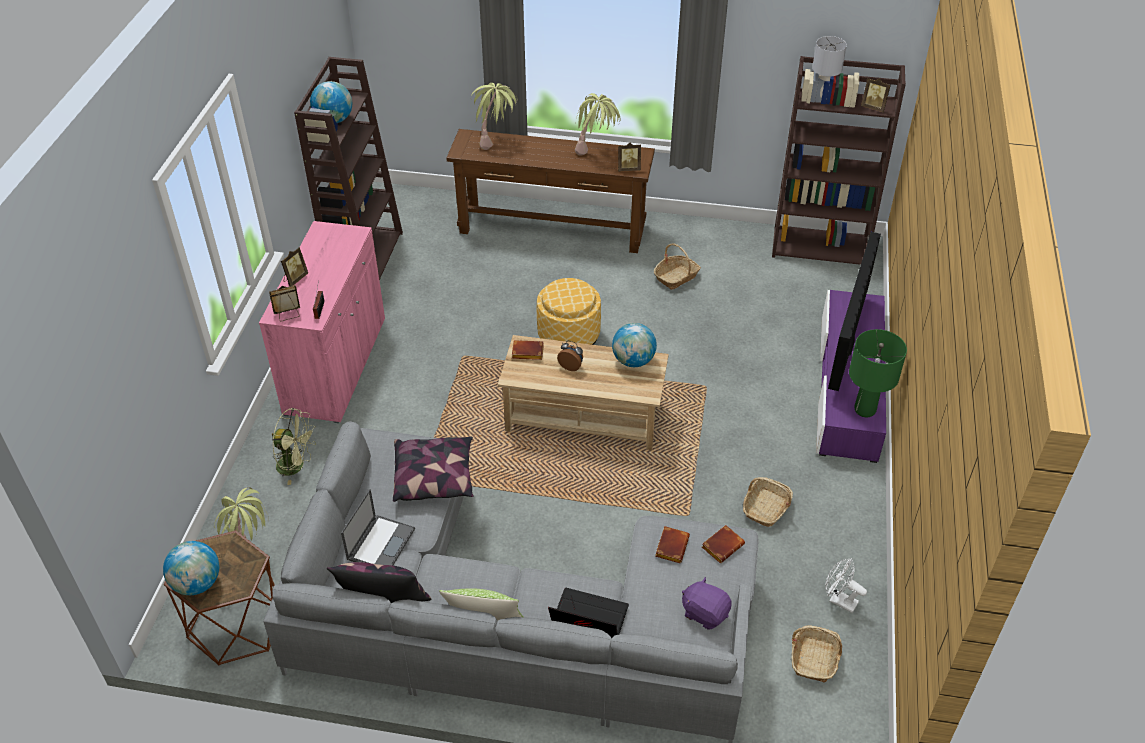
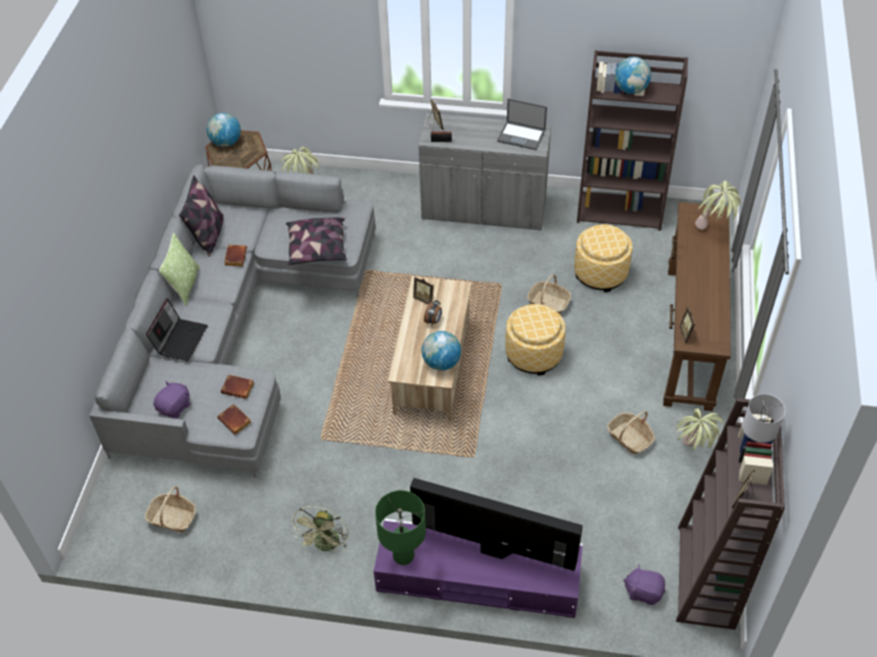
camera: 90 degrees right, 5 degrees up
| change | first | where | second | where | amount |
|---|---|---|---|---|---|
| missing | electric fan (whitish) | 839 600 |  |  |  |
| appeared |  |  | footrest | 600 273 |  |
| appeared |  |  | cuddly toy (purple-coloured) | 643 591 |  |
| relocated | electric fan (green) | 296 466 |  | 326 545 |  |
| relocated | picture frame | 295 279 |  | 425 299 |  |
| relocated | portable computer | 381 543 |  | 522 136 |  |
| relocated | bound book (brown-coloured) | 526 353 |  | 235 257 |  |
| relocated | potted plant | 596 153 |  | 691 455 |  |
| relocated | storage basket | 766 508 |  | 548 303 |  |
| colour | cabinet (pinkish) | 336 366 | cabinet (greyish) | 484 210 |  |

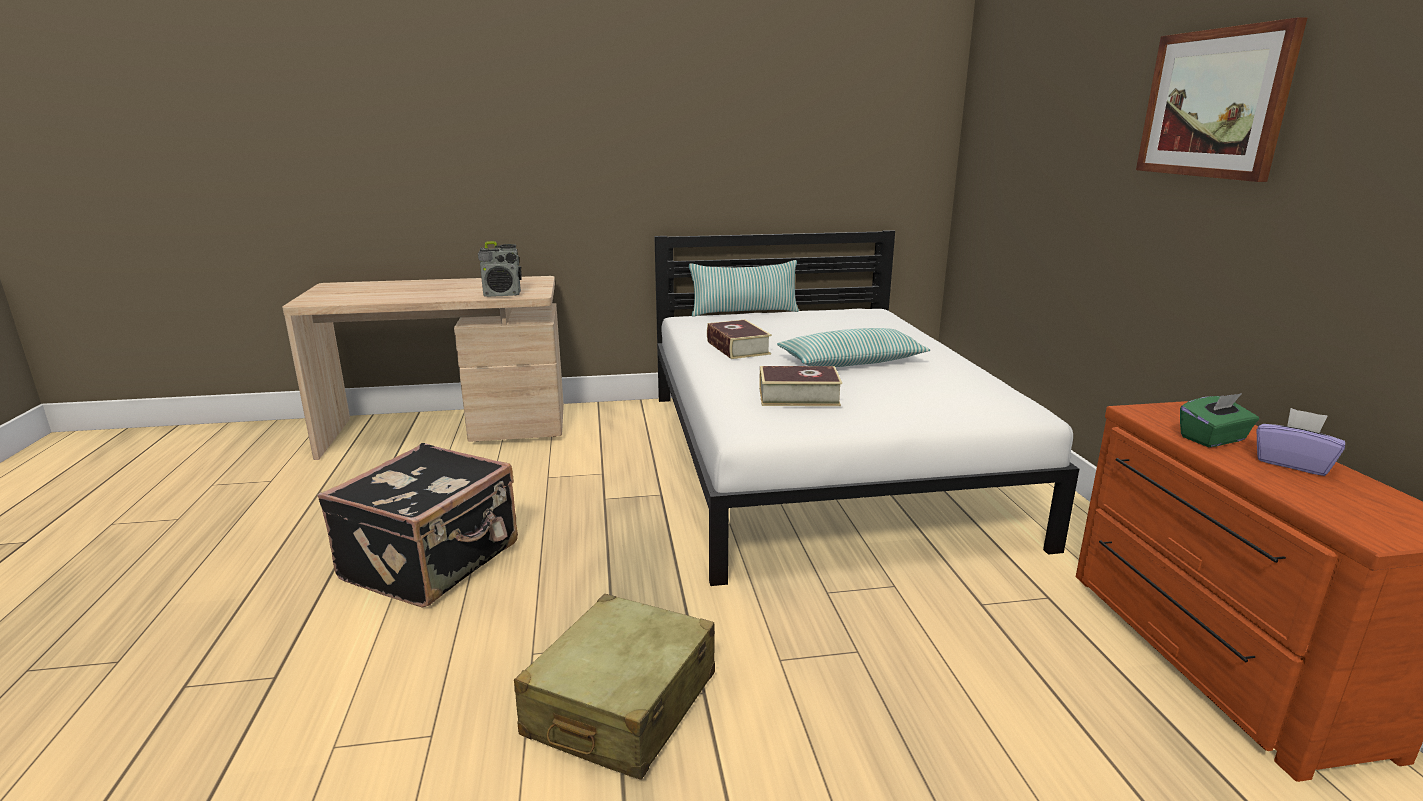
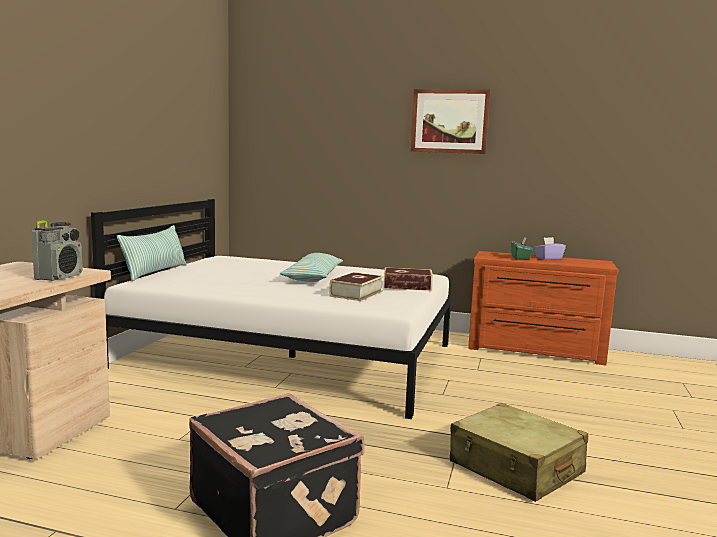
camera: 65 degrees left, 10 degrees down
| change | first | where | second | where | amount |
|---|---|---|---|---|---|
| relocated | bound book | 738 348 |  | 407 286 |  |

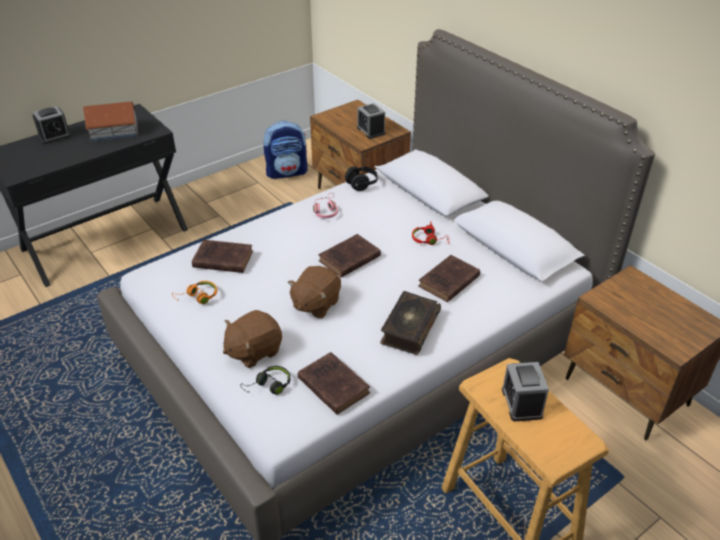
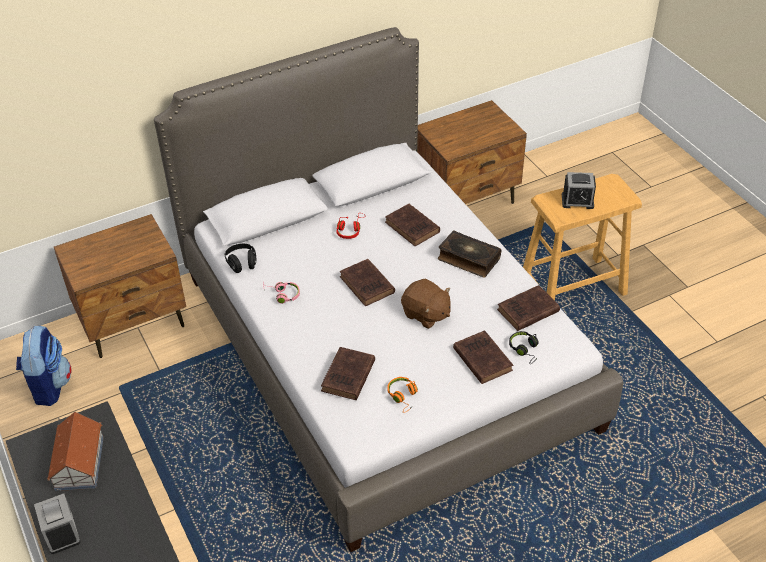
camera: 80 degrees left, 5 degrees up
| change | first | where | second | where | amount |
|---|---|---|---|---|---|
| missing | bedside clock | 371 131 |  |  |  |
| exchanged | cuddly toy (brown-coloured) | 253 351 | bound book (brown-coloured) | 481 358 |  |

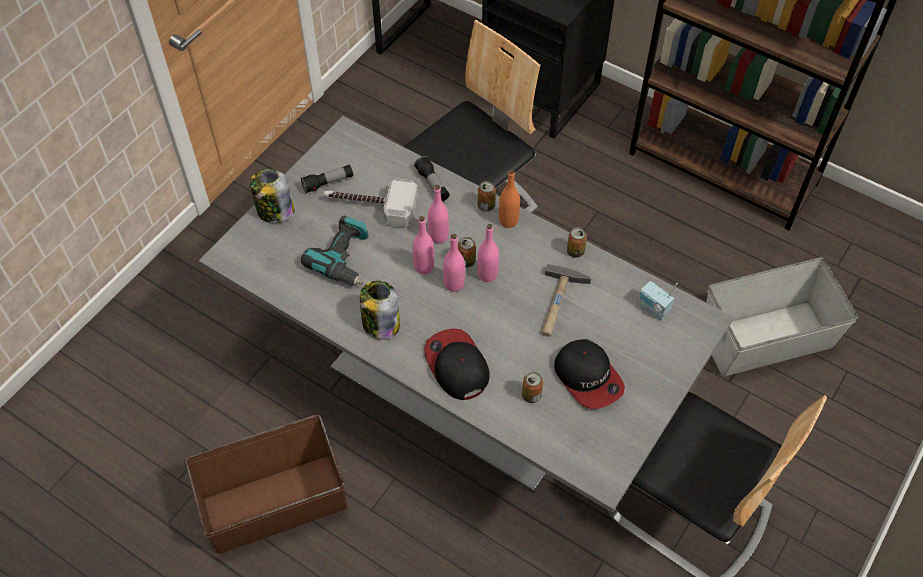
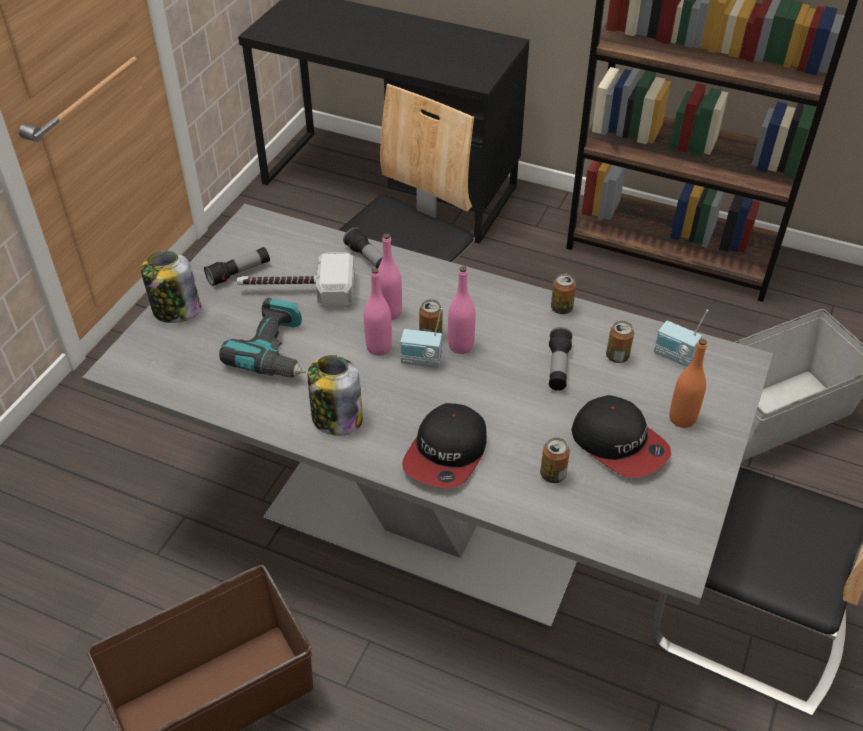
camera: 10 degrees left, 10 degrees down
| change | first | where | second | where | amount |
|---|---|---|---|---|---|
| relocated | can | 486 205 |  | 617 356 |  |
| relocated | drink bottle (orangey) | 508 221 |  | 682 418 |  |
| exchanged | drink bottle (pinkish) | 454 284 | radio | 421 361 |  |
| exchanged | hand hammer | 559 304 | torch | 558 367 |  |
| spun | cap | 456 365 |  | 447 453 | 120 degrees counterclockwise |

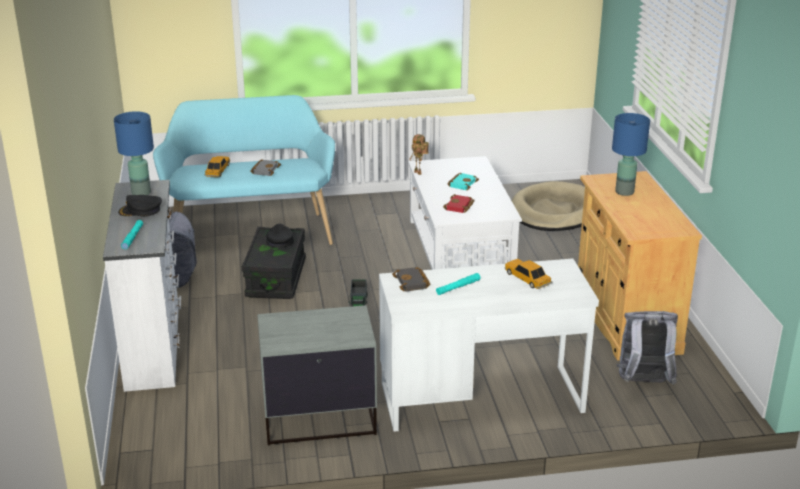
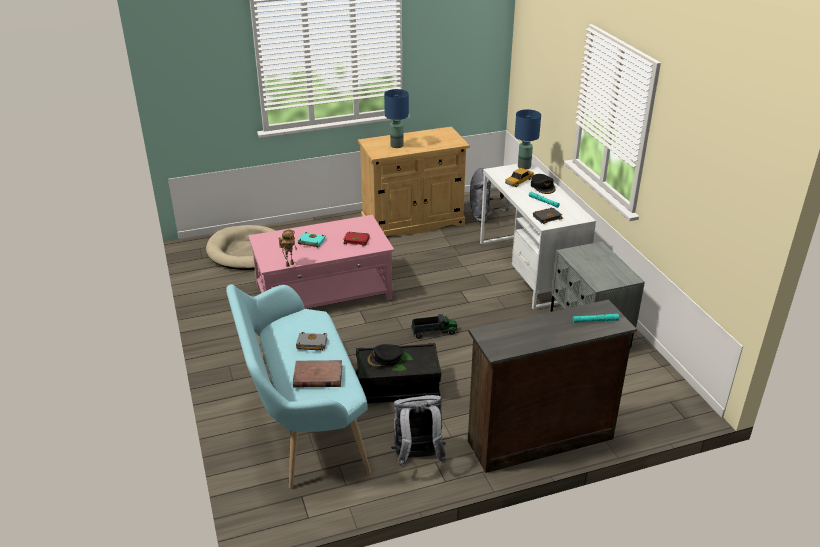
camera: 100 degrees left, 5 degrees up
| change | first | where | second | where | amount |
|---|---|---|---|---|---|
| relocated | table lamp (blue) | 141 192 |  | 524 167 |  |
| relocated | cap (black) | 140 210 |  | 543 187 |  |
| exchanged | miniature car | 218 170 | bound book (brown-coloured) | 317 376 |  |
| colour | chest of drawers (whitish) | 155 345 | chest of drawers (brown-coloured) | 538 438 |  |
| colour | low table (whitish) | 460 250 | low table (pinkish) | 324 292 |  |

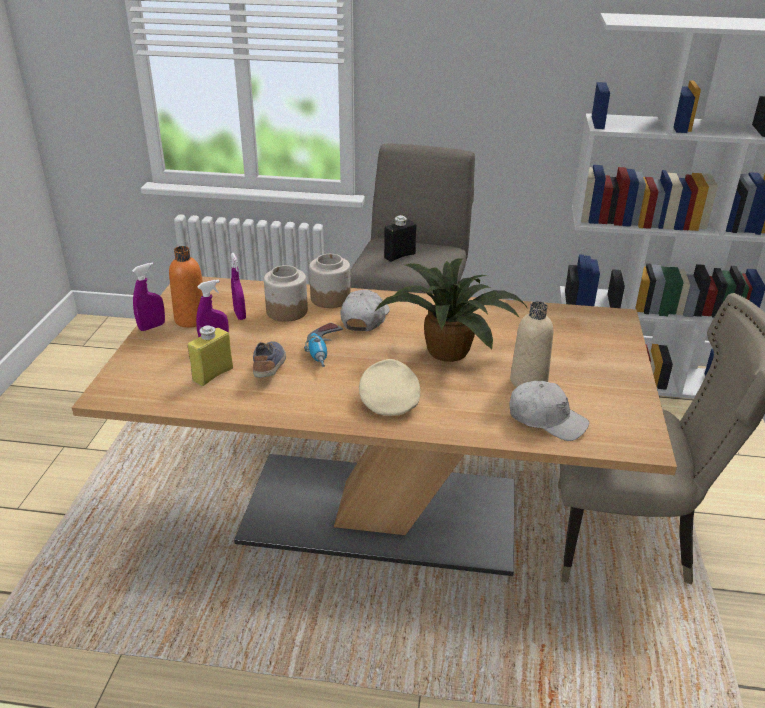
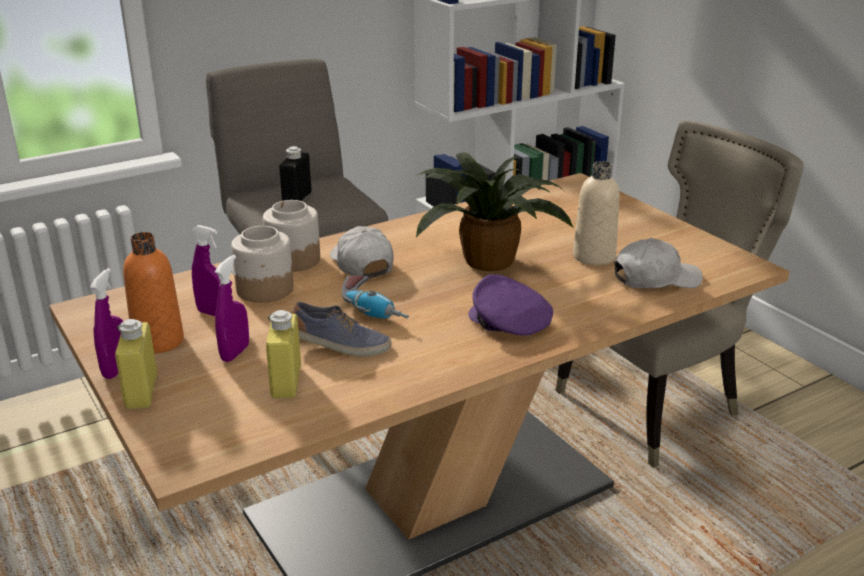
camera: 40 degrees left, 5 degrees down
| change | first | where | second | where | amount |
|---|---|---|---|---|---|
| appeared |  |  | drink bottle (yellow-coloured) | 141 391 |  |
| colour | cap (sand-coloured) | 388 400 | cap (purple-coloured) | 508 322 |  |
| spun | item of footwear | 270 367 |  | 339 346 | 135 degrees clockwise |

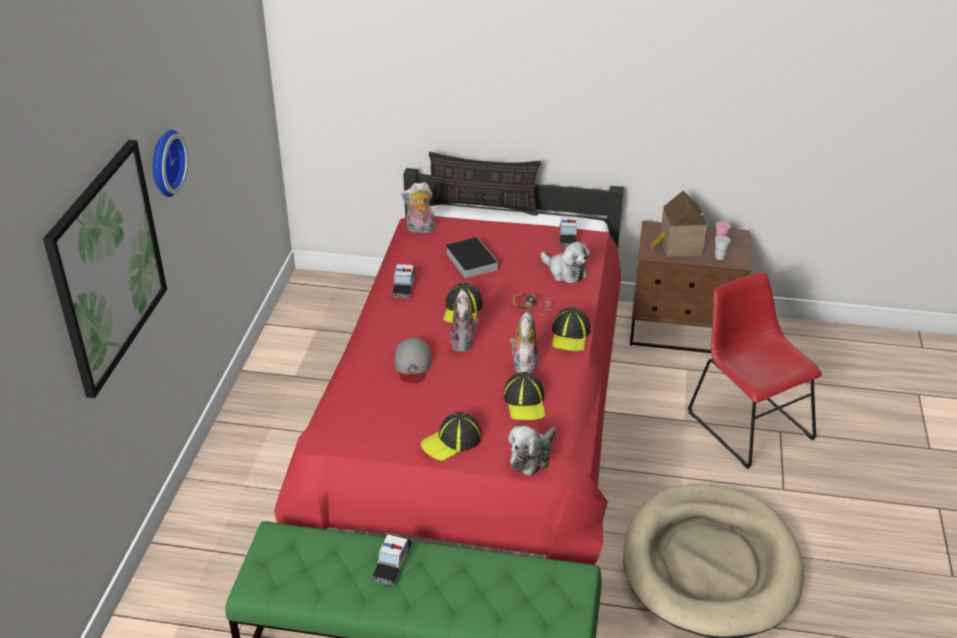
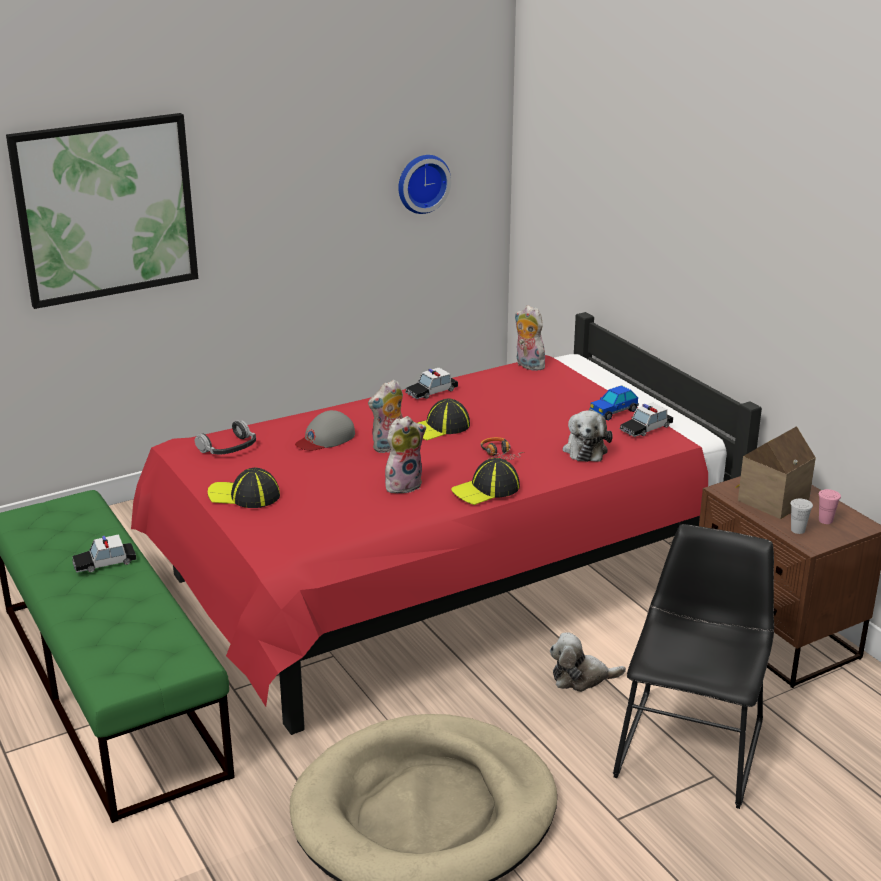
camera: 50 degrees right, 10 degrees down
| change | first | where | second | where | amount |
|---|---|---|---|---|---|
| missing | throw pillow | 482 206 |  |  |  |
| missing | bound book | 470 260 |  |  |  |
| missing | cap | 525 402 |  |  |  |
| appeared |  |  | pair of headphones | 228 448 |  |
| appeared |  |  | miniature car | 613 412 |  |
| relocated | wall clock | 164 162 |  | 422 183 |  |
| relocated | cuddly toy | 532 456 |  | 581 678 |  |
| colour | upright chair (red-coloured) | 746 422 | upright chair (black) | 691 744 |  |

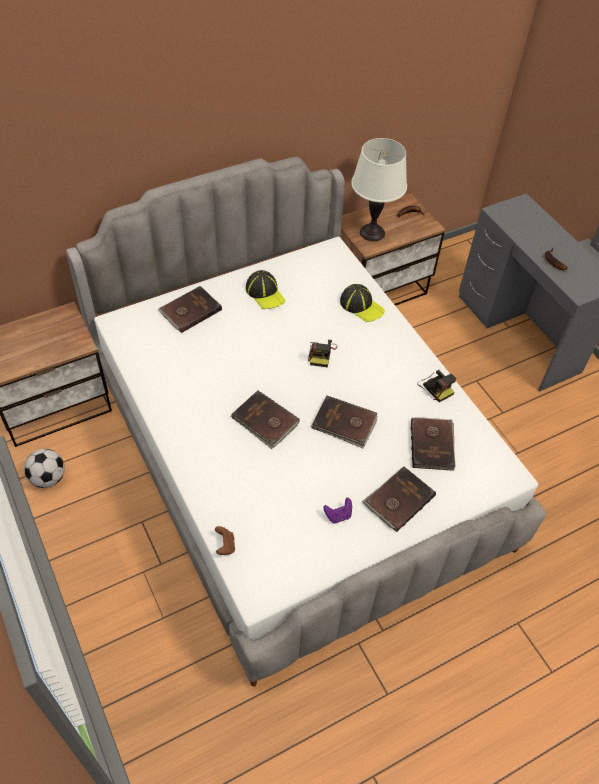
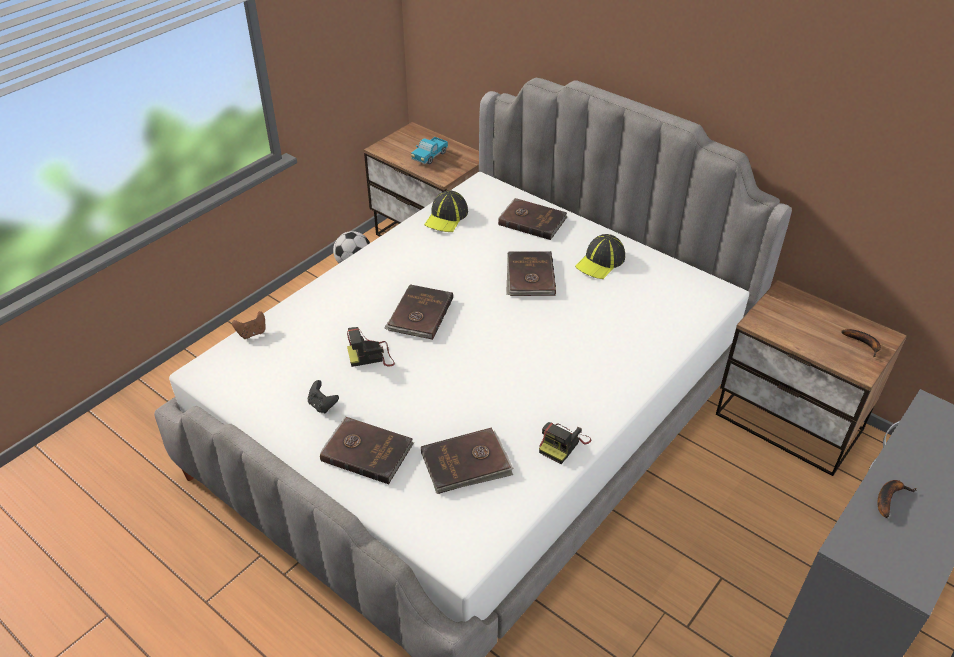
camera: 70 degrees right, 10 degrees down
| change | first | where | second | where | amount |
|---|---|---|---|---|---|
| missing | table lamp (whitish) | 372 233 |  |  |  |
| appeared |  |  | toy lorry | 429 157 |  |
| relocated | still camera | 321 354 |  | 371 356 |  |
| relocated | bound book (brown-coloured) | 344 423 |  | 529 276 |  |
| relocated | cap | 361 306 |  | 446 217 |  |
| colour | game controller (purple-coloured) | 338 515 | game controller (black) | 322 405 |  |

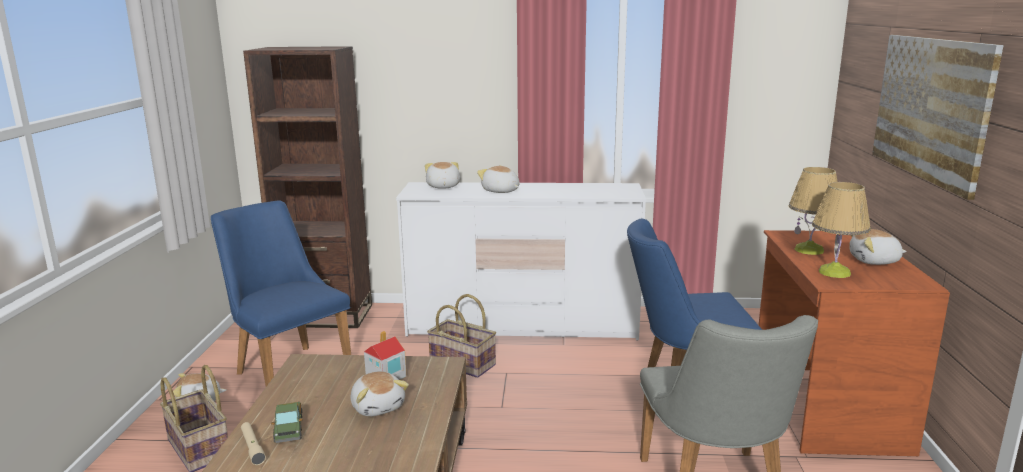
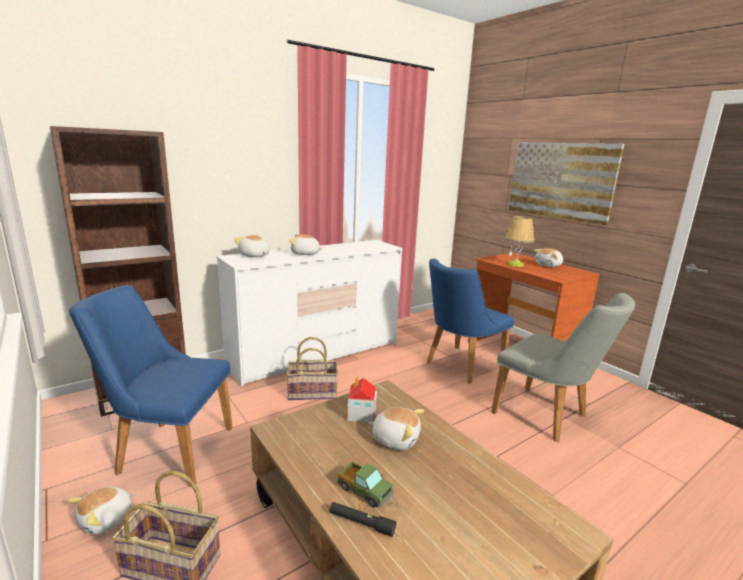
camera: 40 degrees left, 0 degrees up
| change | first | where | second | where | amount |
|---|---|---|---|---|---|
| missing | table lamp | 834 272 |  |  |  |
| colour | torch (sand-coloured) | 252 447 | torch (black) | 361 523 |  |

